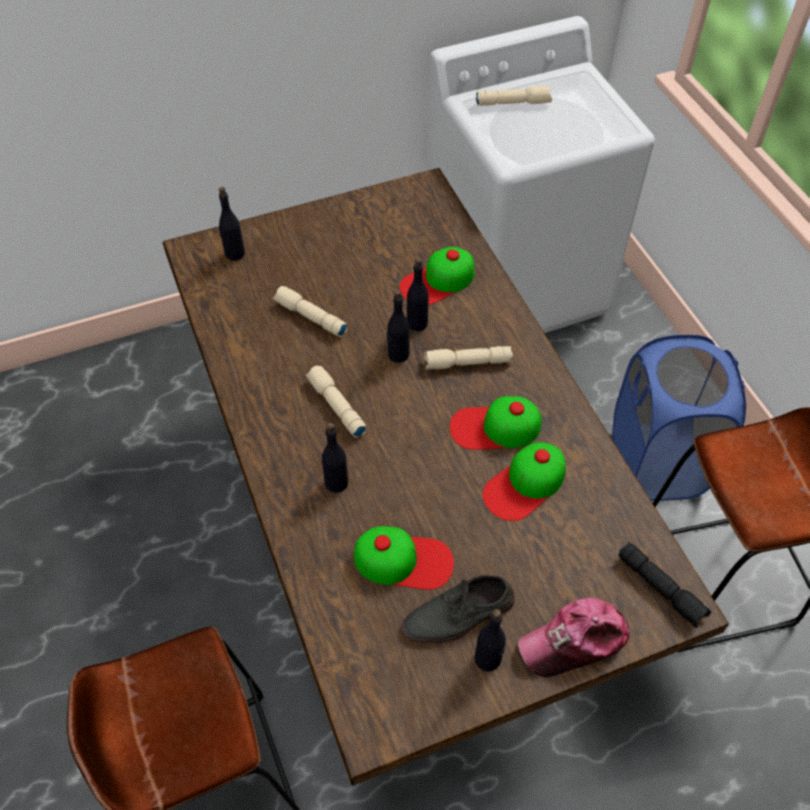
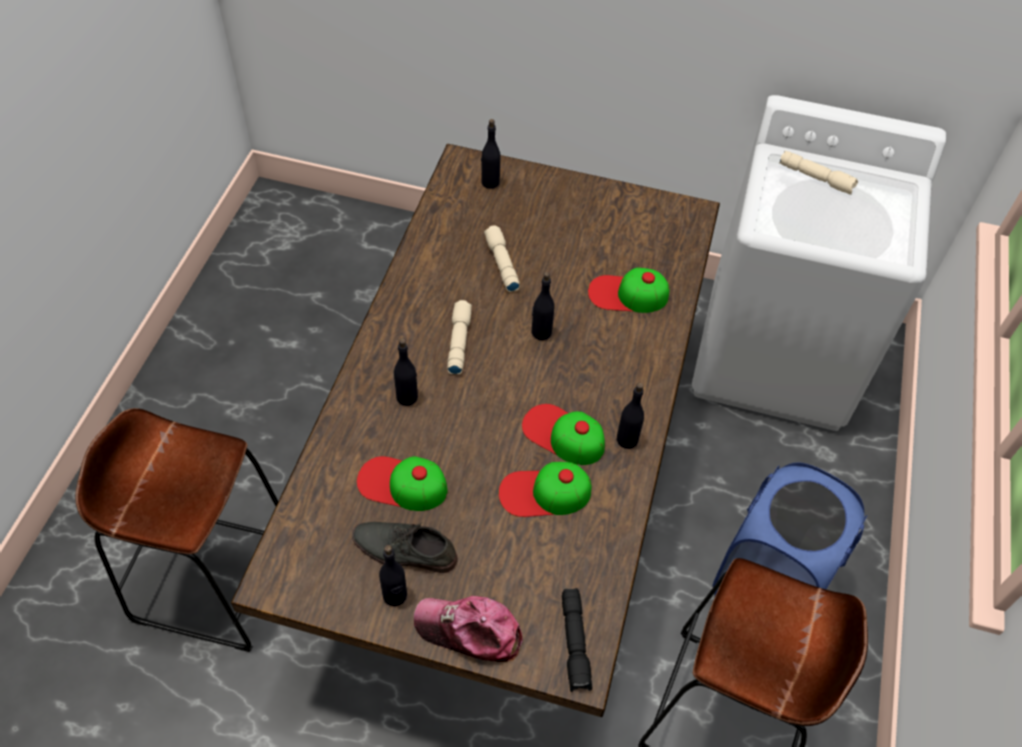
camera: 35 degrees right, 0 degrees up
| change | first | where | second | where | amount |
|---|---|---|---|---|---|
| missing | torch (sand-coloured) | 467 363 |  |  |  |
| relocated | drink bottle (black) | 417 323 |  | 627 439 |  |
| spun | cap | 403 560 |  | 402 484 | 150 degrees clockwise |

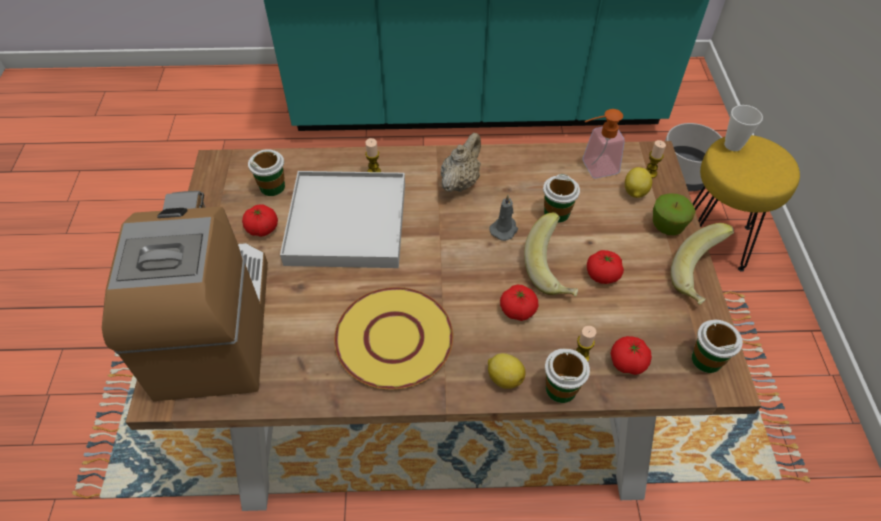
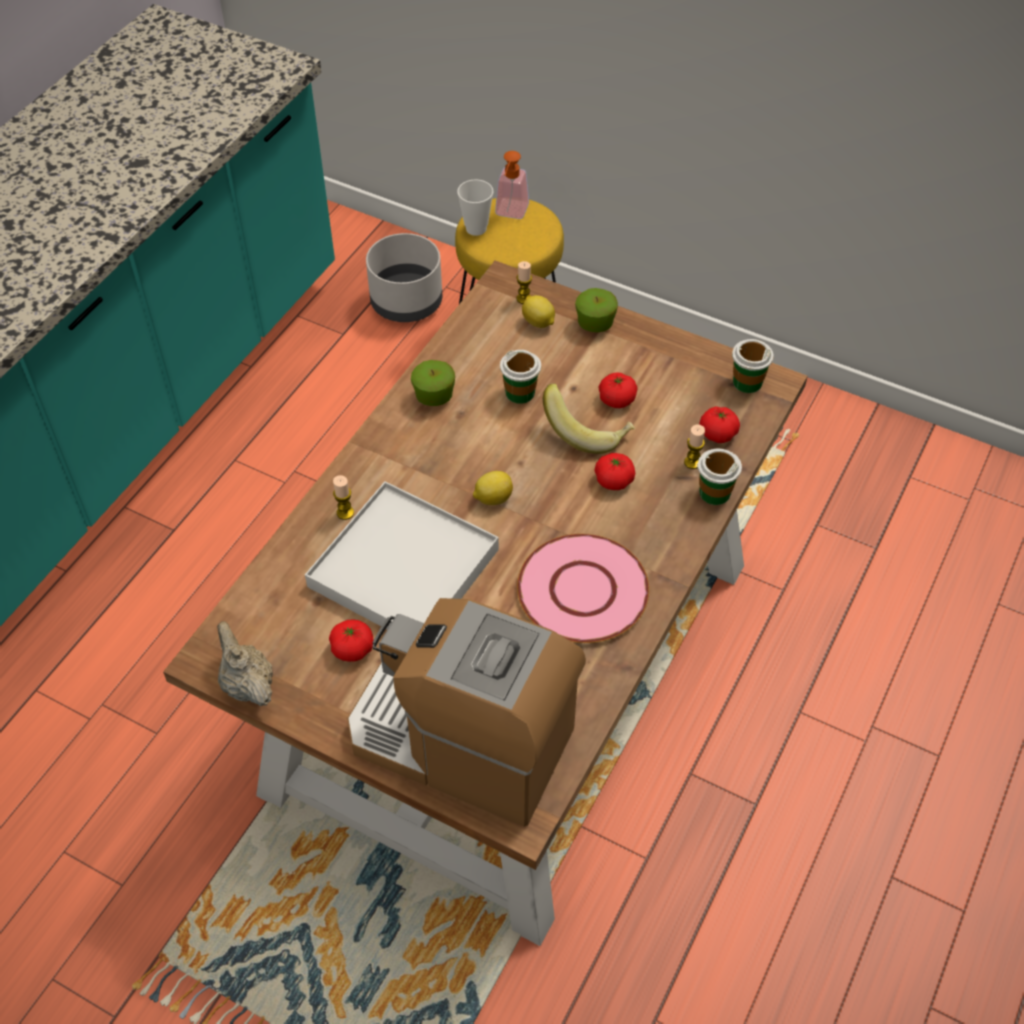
camera: 60 degrees left, 0 degrees up
| change | first | where | second | where | amount |
|---|---|---|---|---|---|
| missing | cup | 272 187 |  |  |  |
| missing | wax candle (greyish) | 504 229 |  |  |  |
| missing | banana | 700 277 |  |  |  |
| appeared |  |  | apple fruit | 434 396 |  |
| relocated | tea pot (sand-coloured) | 460 182 |  | 247 684 |  |
| relocated | citrus fruit | 504 377 |  | 492 498 |  |
| relocated | liquid soap bottle | 594 168 |  | 510 213 |  |
| colour | dinner plate (yellow-coloured) | 395 338 | dinner plate (pinkish) | 583 589 |  |

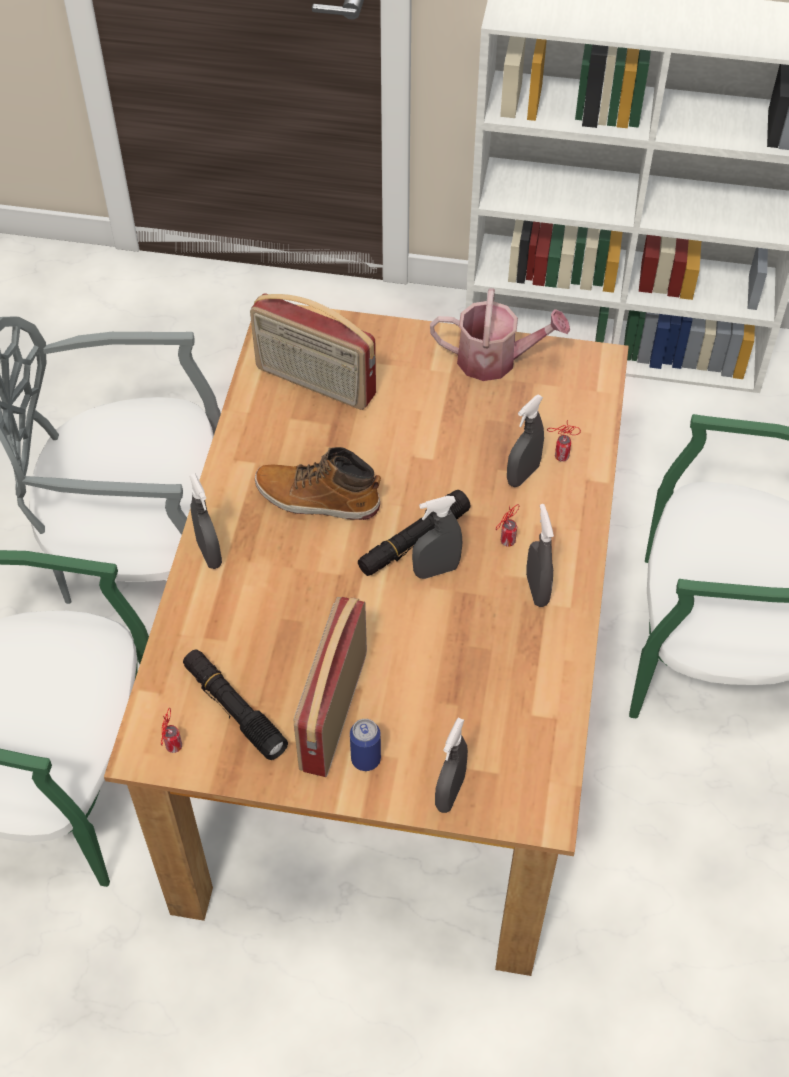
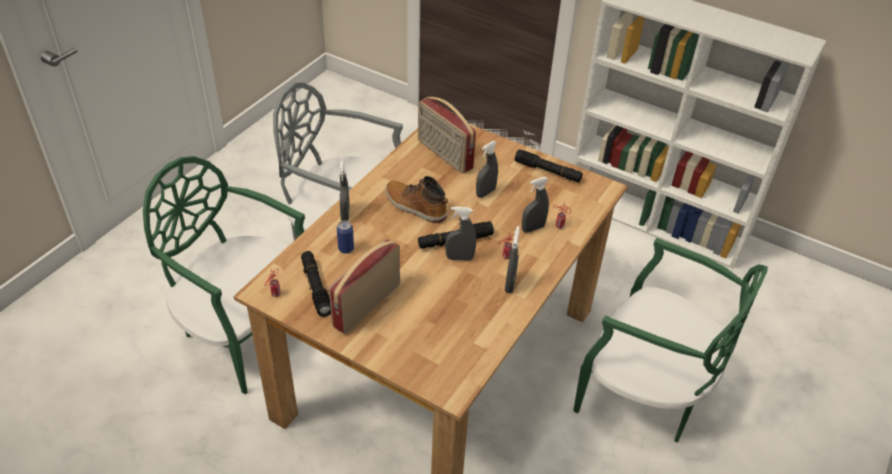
camera: 20 degrees right, 10 degrees down
| change | first | where | second | where | amount |
|---|---|---|---|---|---|
| relocated | can | 366 759 |  | 346 249 |  |
| relocated | hand sprayer (greyish) | 450 793 |  | 485 192 |  |
| exchanged | watering pot | 495 360 | torch (black) | 548 171 |  |

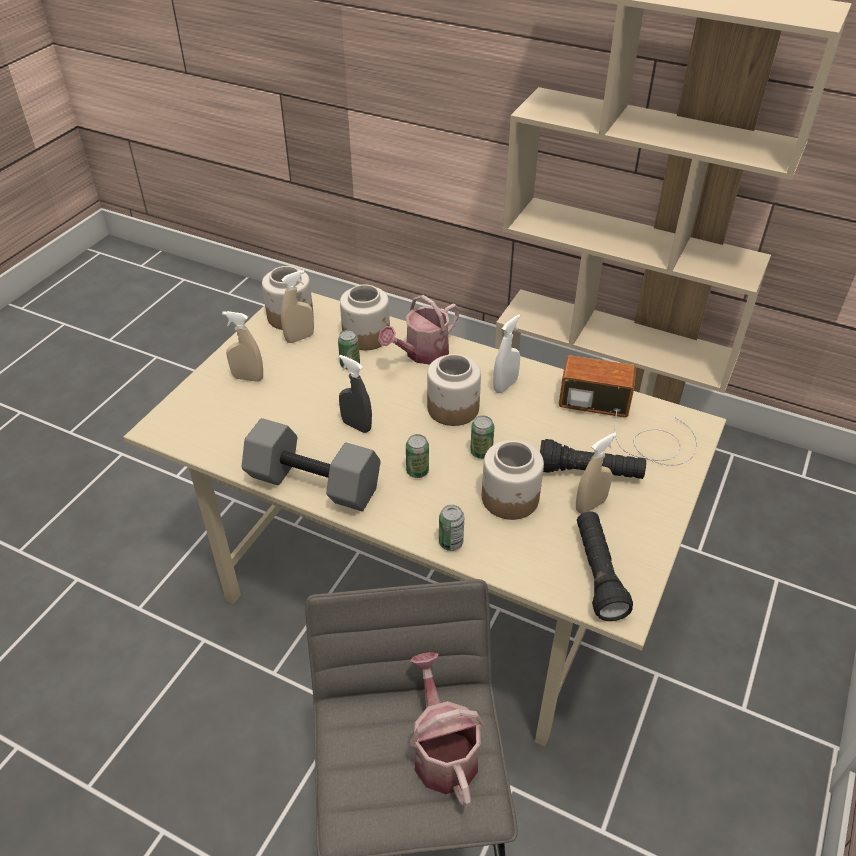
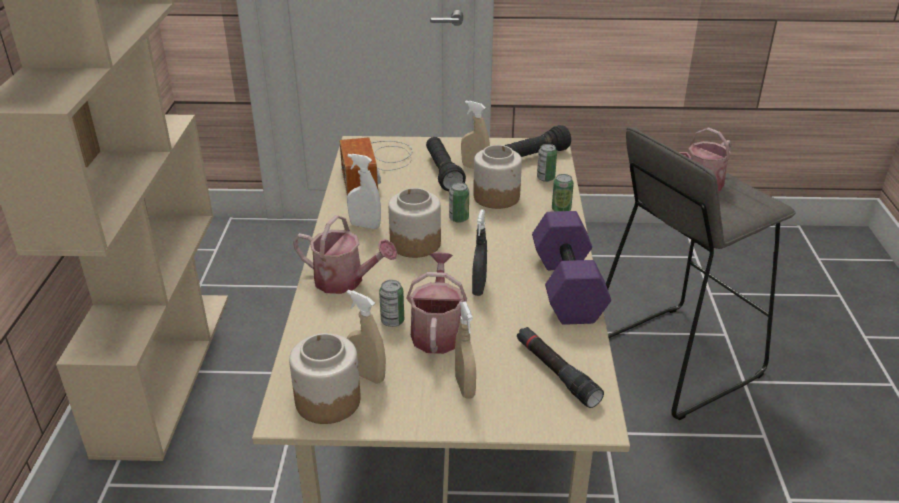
camera: 115 degrees left, 10 degrees down
| change | first | where | second | where | amount |
|---|---|---|---|---|---|
| missing | storage jar | 367 336 |  |  |  |
| appeared |  |  | watering pot | 437 330 |  |
| appeared |  |  | torch (black) | 556 372 |  |
| relocated | can | 417 471 |  | 545 178 |  |
| colour | dumbbell (greyish) | 316 482 | dumbbell (purple-coloured) | 565 286 |  |

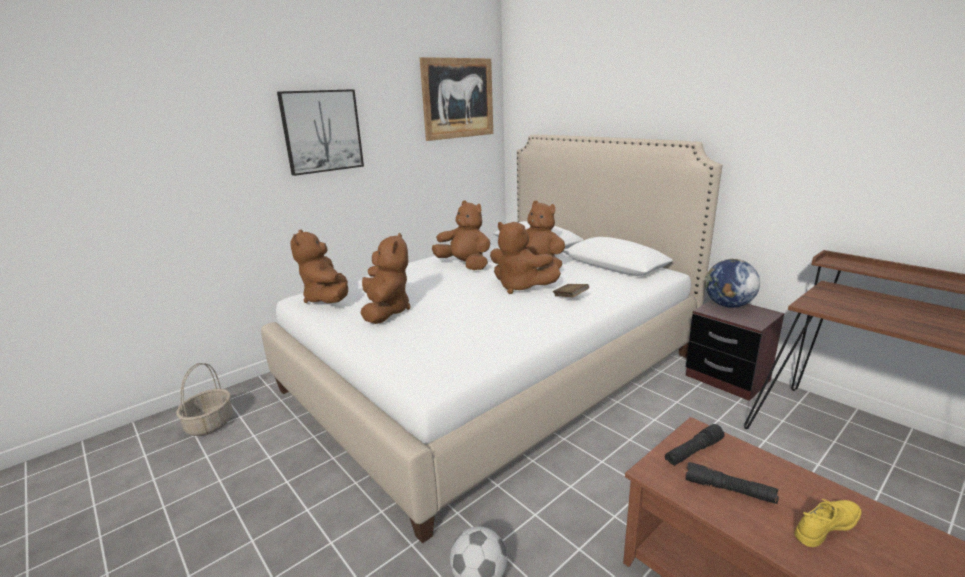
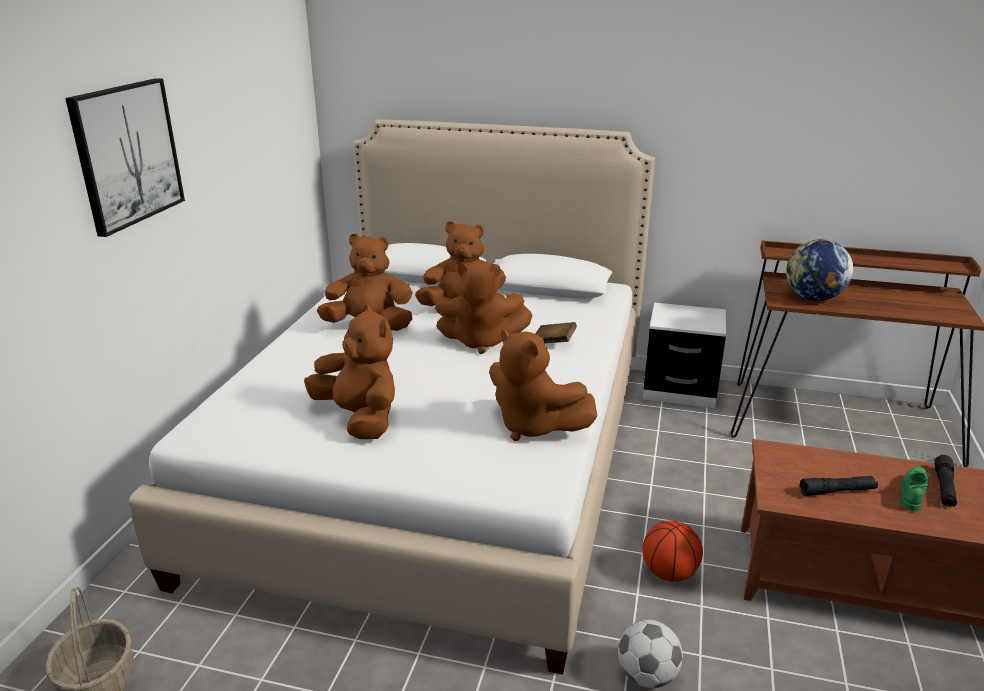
camera: 35 degrees left, 5 degrees up
| change | first | where | second | where | amount |
|---|---|---|---|---|---|
| missing | wall art | 458 98 |  |  |  |
| appeared |  |  | ball for basketball | 669 573 |  |
| relocated | cuddly toy (brown-coloured) | 328 299 |  | 533 426 |  |
| relocated | torch (black) | 693 451 |  | 944 487 |  |
| relocated | globe | 728 305 |  | 813 298 |  |
| colour | night table (brown-coloured) | 727 378 | night table (whitish) | 679 390 |  |
| colour | item of footwear (yellow-coloured) | 826 527 | item of footwear (green) | 912 493 |  |

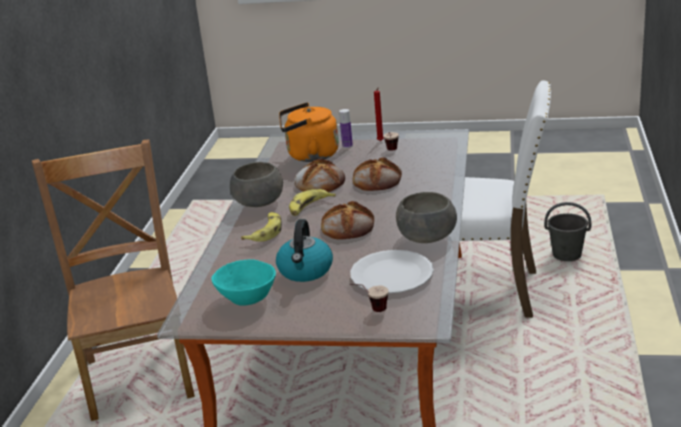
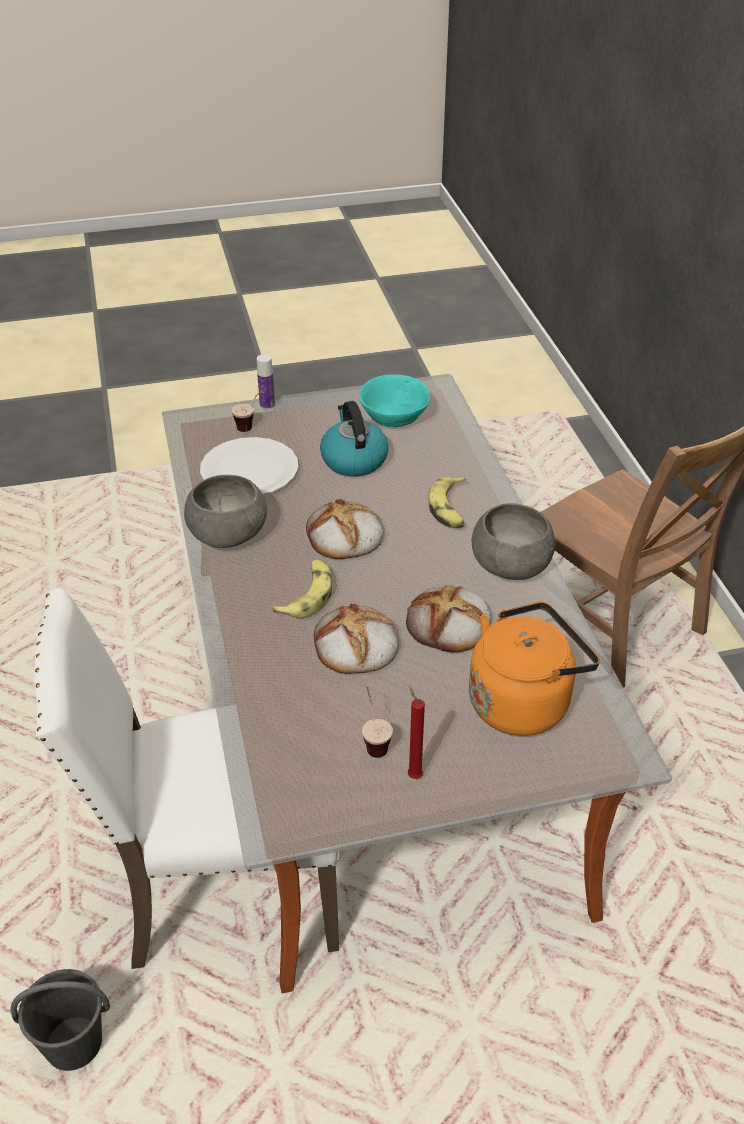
camera: 155 degrees right, 15 degrees up
| change | first | where | second | where | amount |
|---|---|---|---|---|---|
| relocated | banana | 309 207 |  | 307 595 |  |
| relocated | drink bottle | 347 146 |  | 267 405 |  |

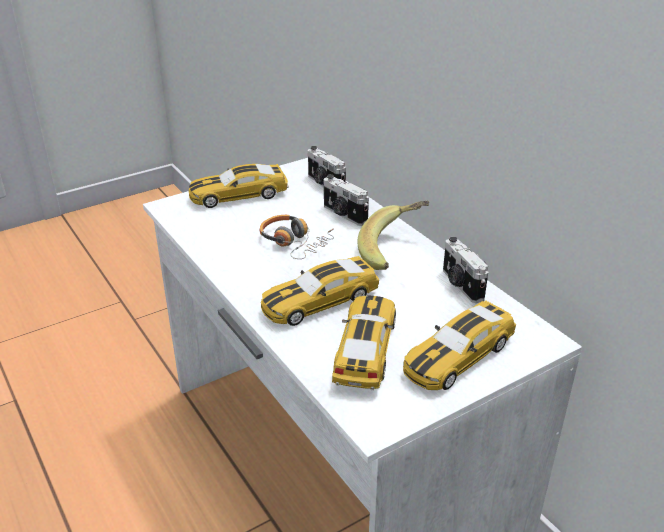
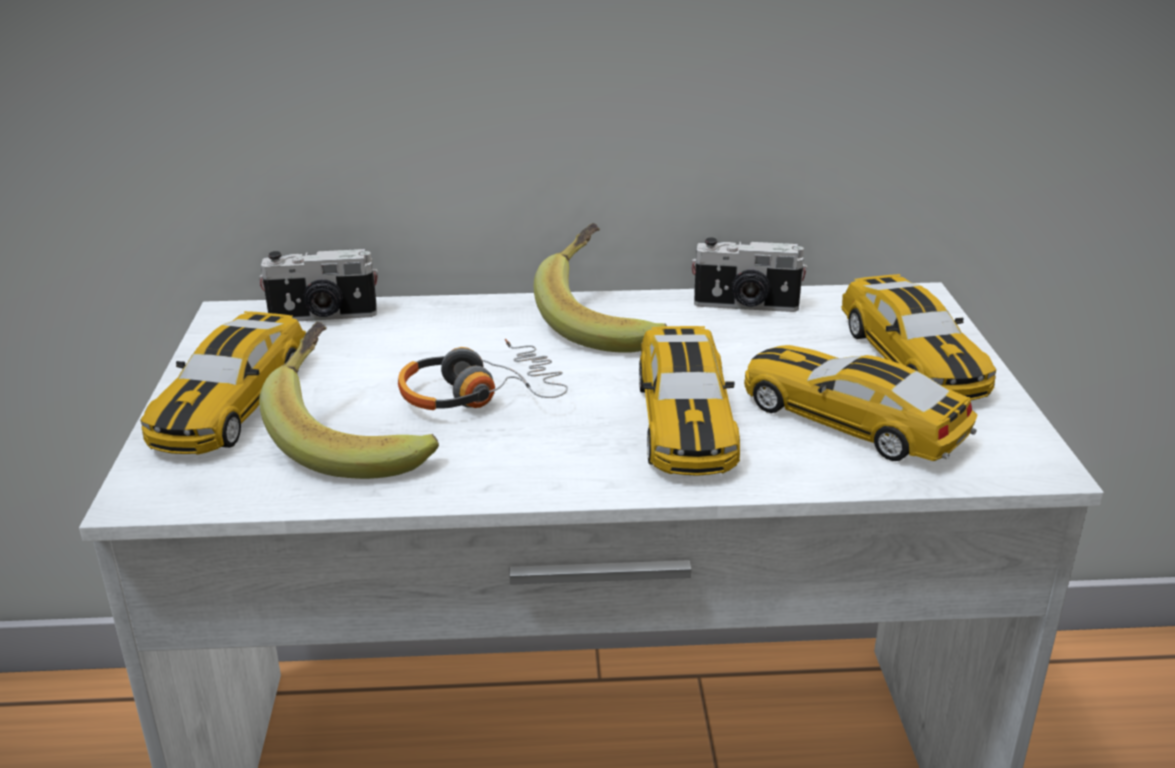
camera: 60 degrees left, 5 degrees down
| change | first | where | second | where | amount |
|---|---|---|---|---|---|
| missing | still camera | 344 215 |  |  |  |
| appeared |  |  | banana | 354 439 |  |

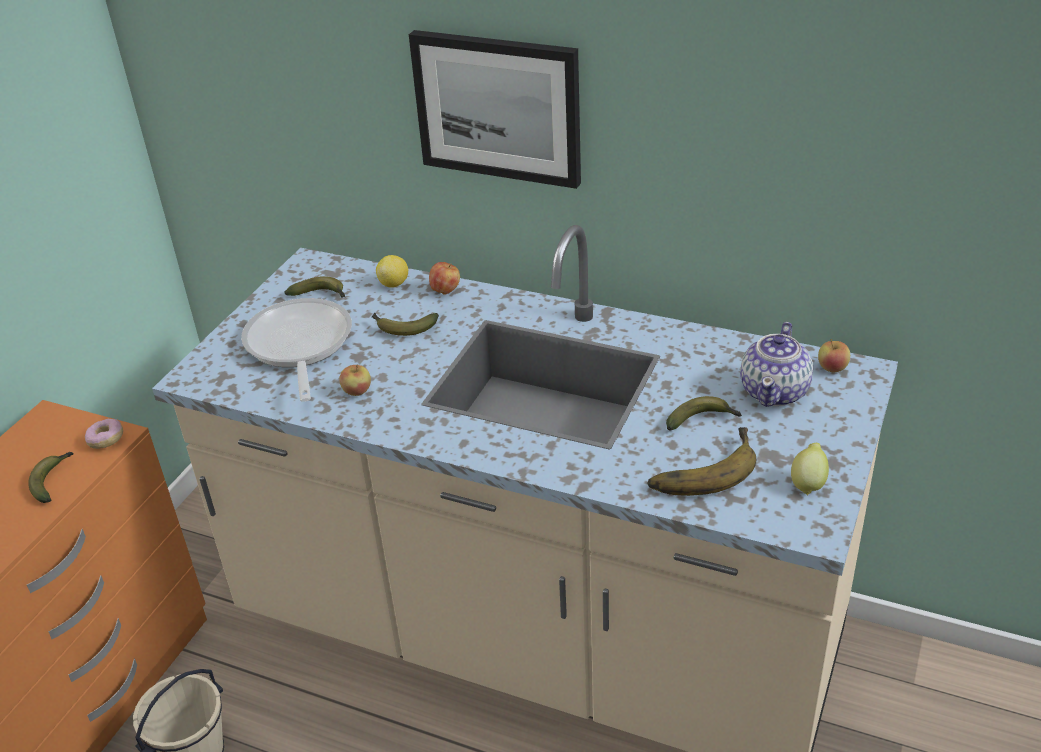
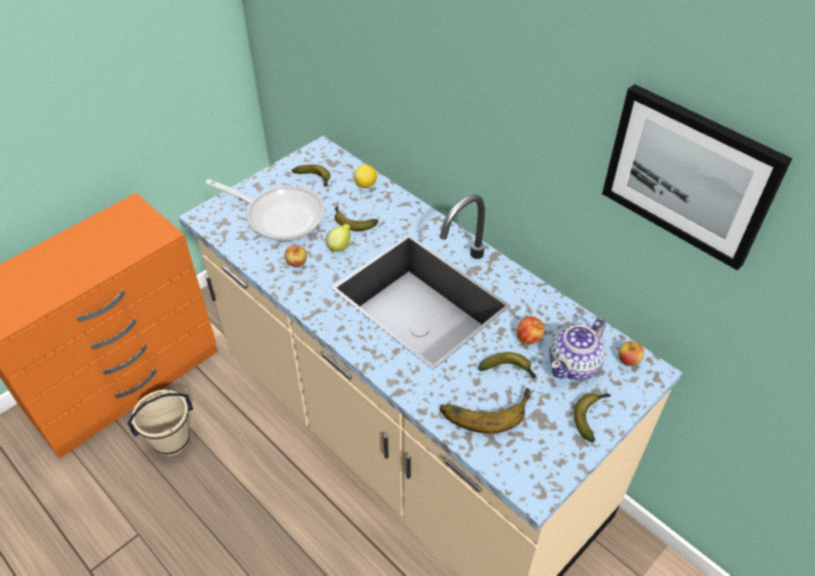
camera: 20 degrees right, 10 degrees up
| change | first | where | second | where | amount |
|---|---|---|---|---|---|
| missing | ring doughnut | 106 440 |  |  |  |
| relocated | banana | 53 480 |  | 591 416 |  |
| relocated | wall art | 498 107 |  | 689 175 |  |
| relocated | apple fruit | 445 290 |  | 529 338 |  |
| relocated | citrus fruit | 808 483 |  | 340 247 |  |
| spun | pan | 298 347 |  | 279 215 | 105 degrees clockwise |

